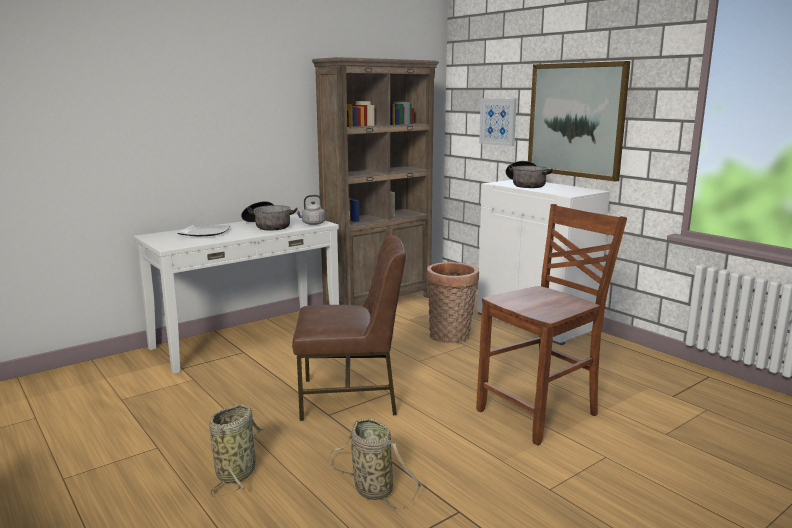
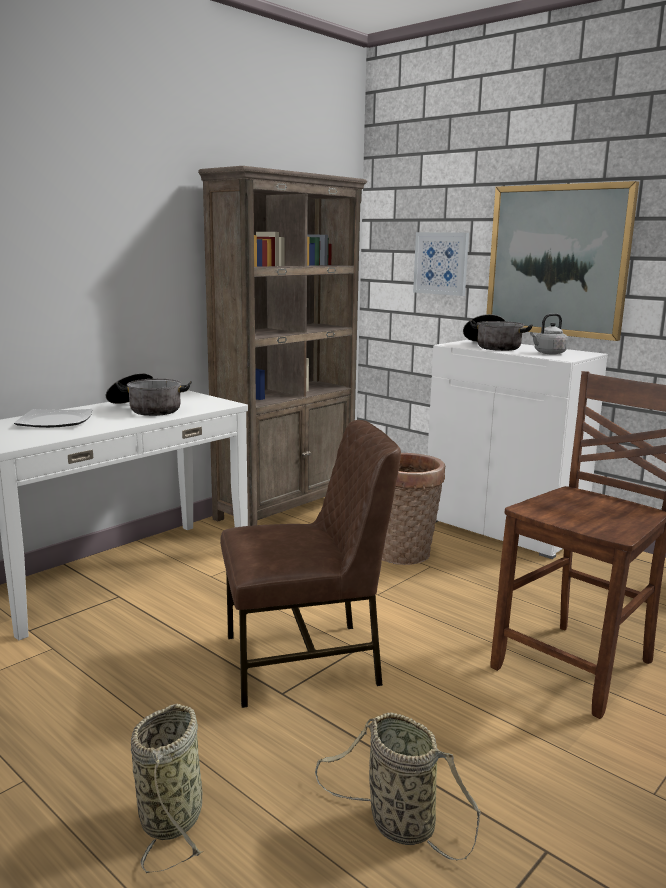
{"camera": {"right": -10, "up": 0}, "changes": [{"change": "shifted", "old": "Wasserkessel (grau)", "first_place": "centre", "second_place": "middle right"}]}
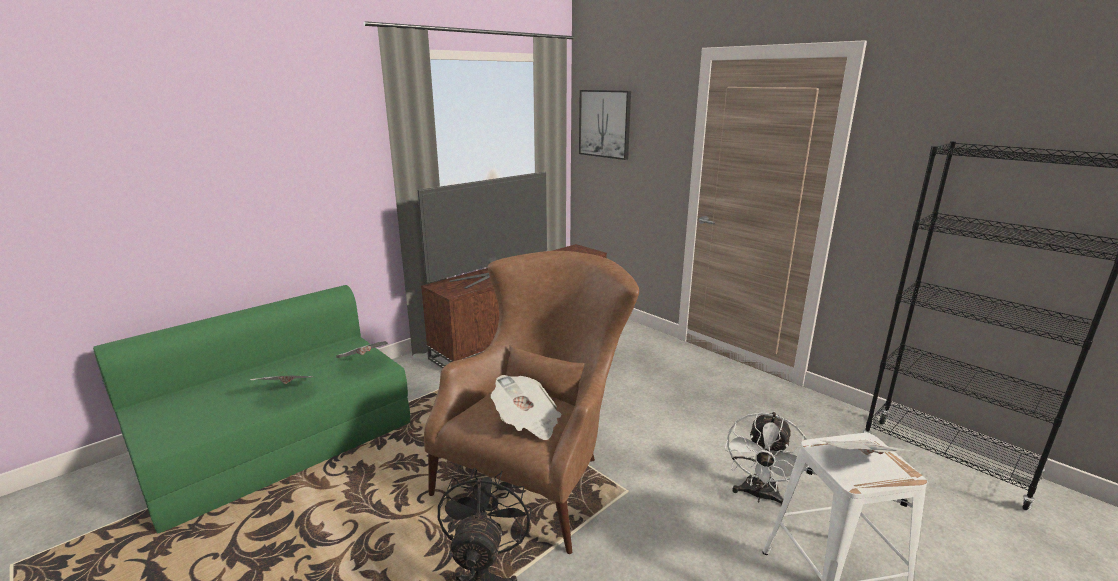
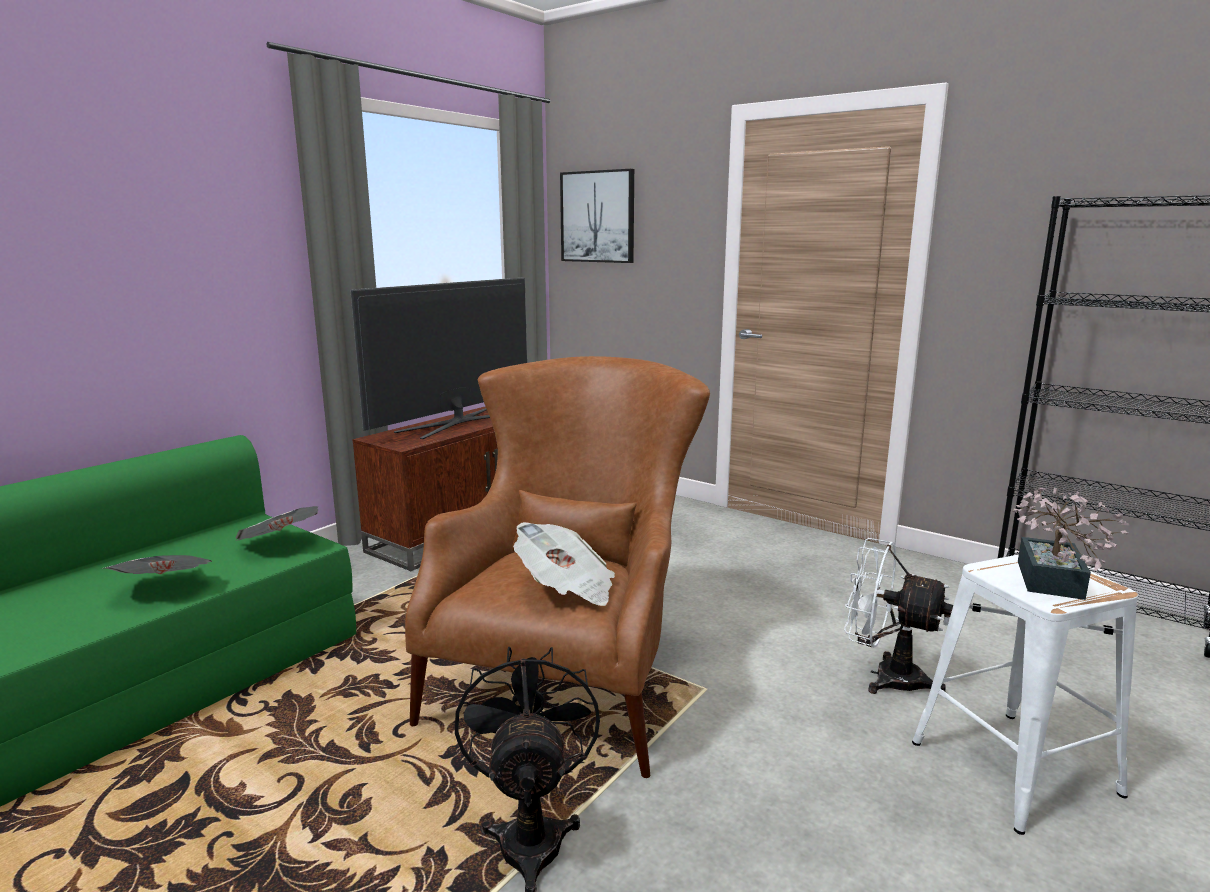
{"camera": {"right": -10, "up": -5}, "changes": [{"change": "rotated", "old": "Ventilator (weiß)", "first_place": "bottom right", "second_place": "bottom right", "degrees": 105}, {"change": "swapped", "old": "Zeitung (no. 4 from left)", "new": "Topfpflanze", "first_place": "bottom right", "second_place": "middle right"}]}
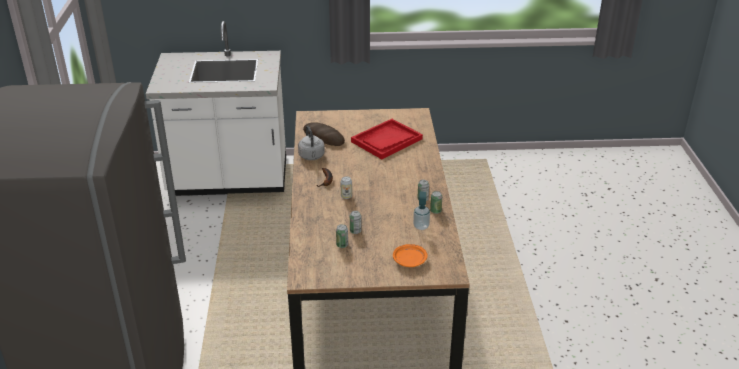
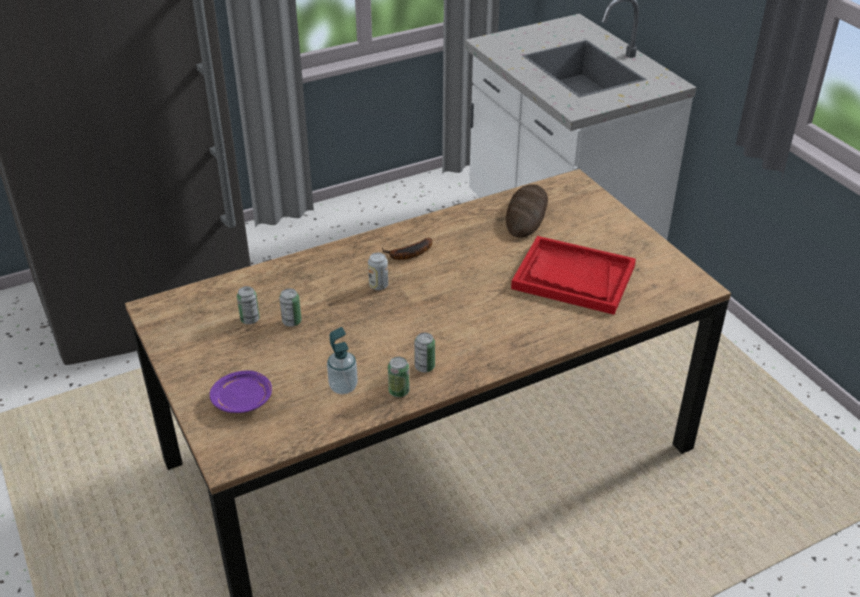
{"camera": {"right": 65, "up": 5}, "changes": [{"change": "gone", "old": "Wasserkessel (grau)", "first_place": "centre"}, {"change": "repainted", "old": "Teller (orange)", "new": "Teller (lila)", "first_place": "bottom centre", "second_place": "middle left"}]}
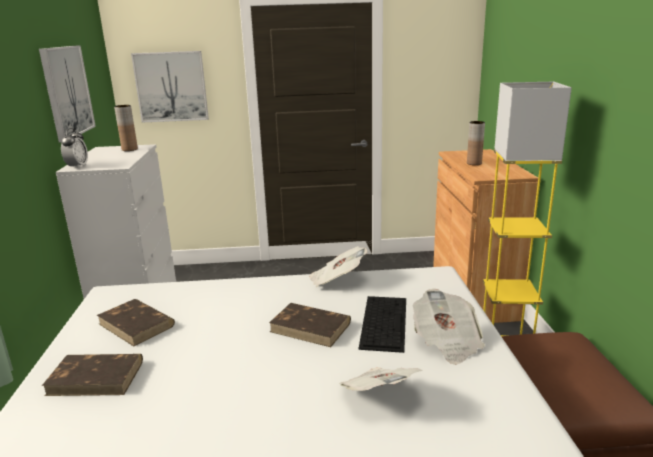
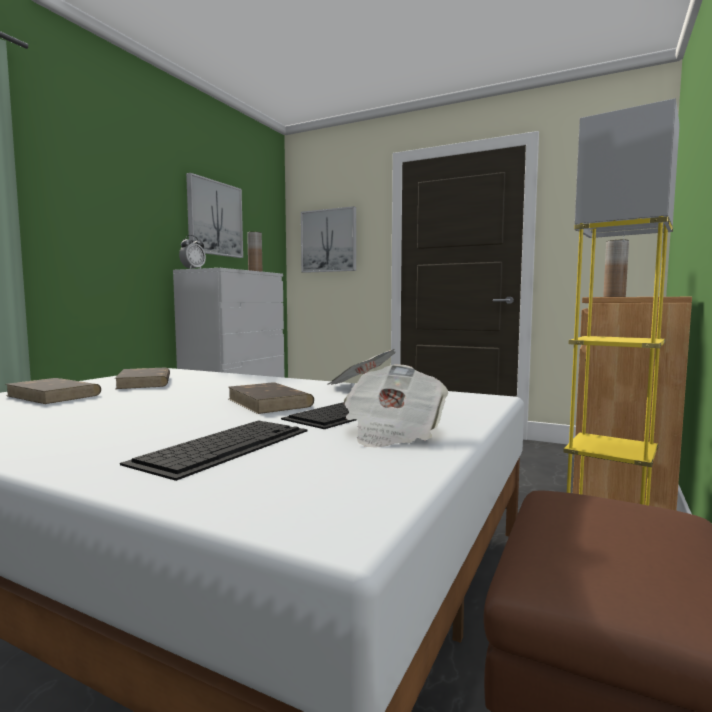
{"camera": {"right": 30, "up": -15}, "changes": [{"change": "swapped", "old": "Zeitung (no. 2 from left)", "new": "Tastatur (no. 1 from left)", "first_place": "bottom centre", "second_place": "middle left"}]}
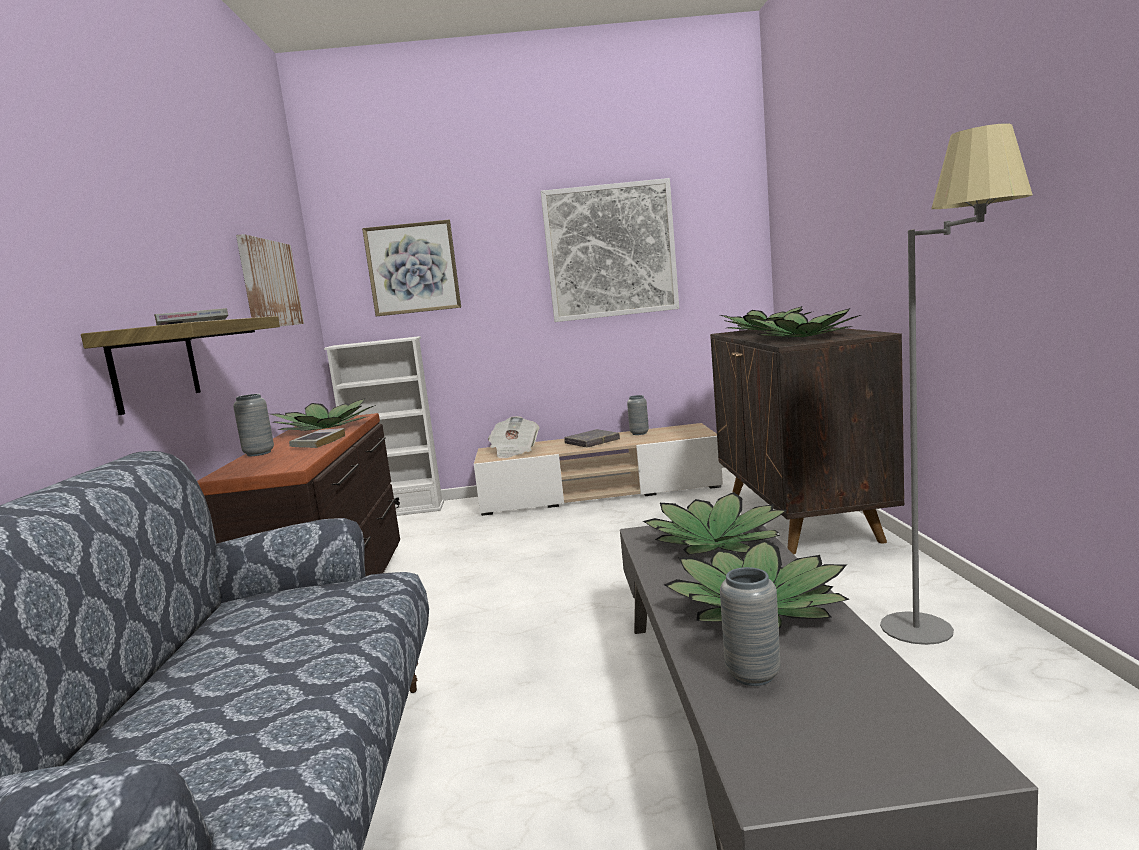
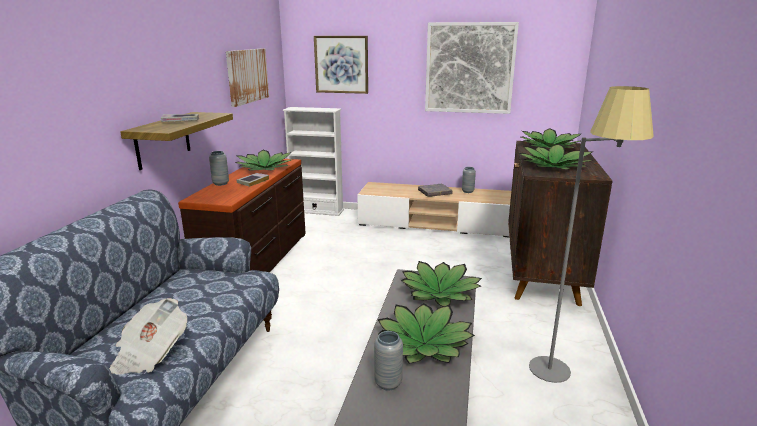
{"camera": {"right": 15, "up": 10}, "changes": [{"change": "shifted", "old": "Zeitung", "first_place": "centre", "second_place": "bottom left"}]}
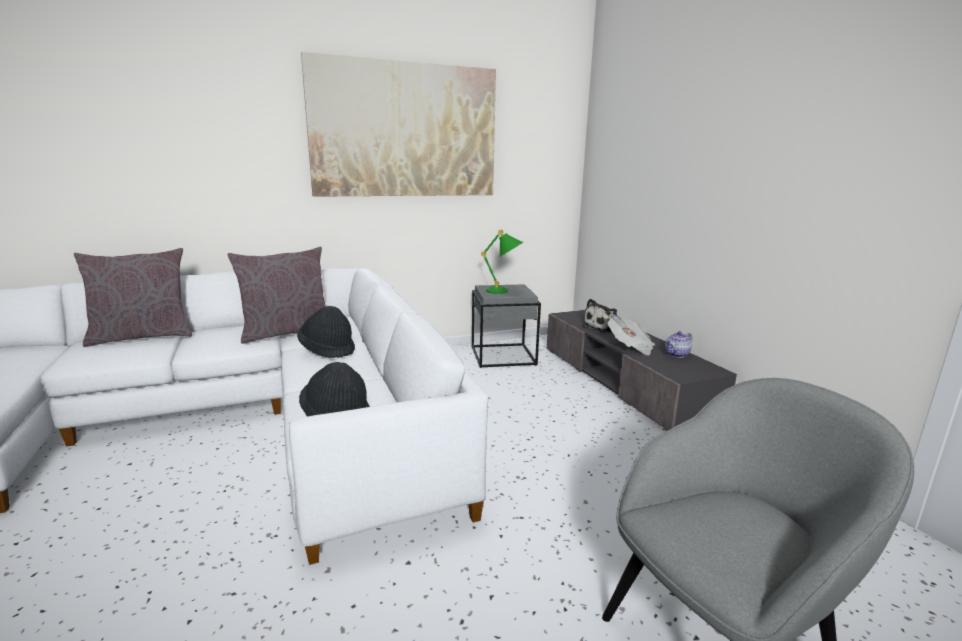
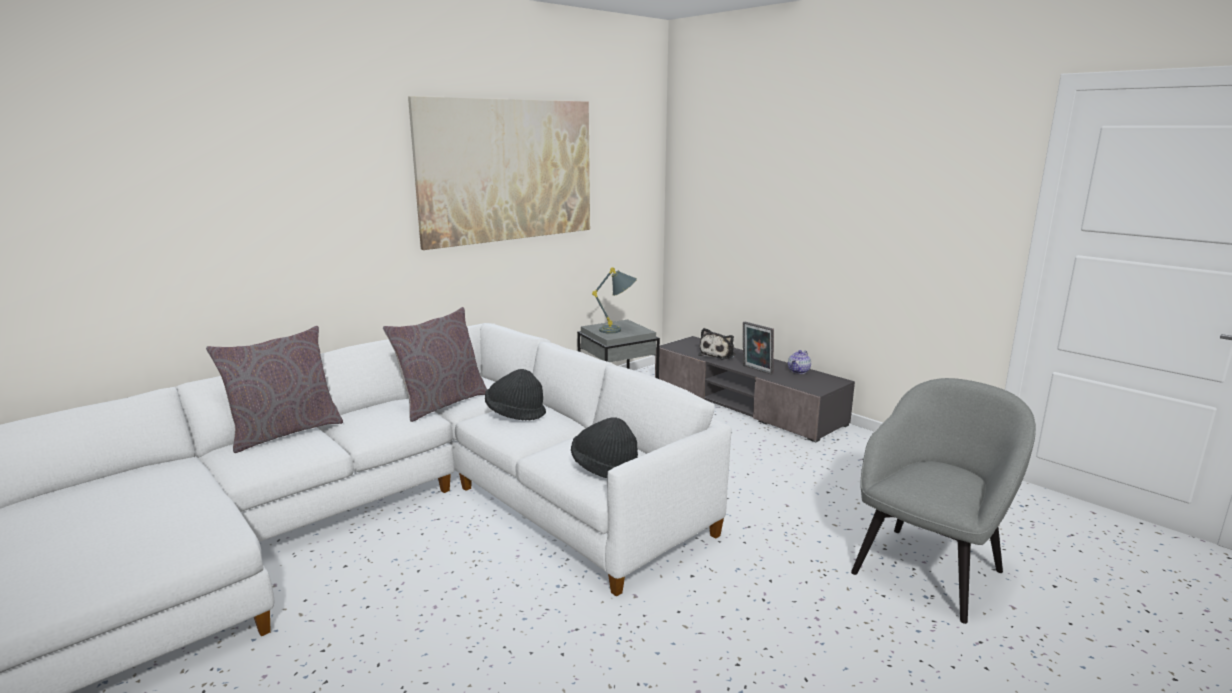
{"camera": {"right": -20, "up": 0}, "changes": [{"change": "repainted", "old": "Tischlampe (grün)", "new": "Tischlampe (grau)", "first_place": "centre", "second_place": "centre"}, {"change": "swapped", "old": "Zeitung", "new": "Bilderrahmen", "first_place": "centre", "second_place": "centre"}]}
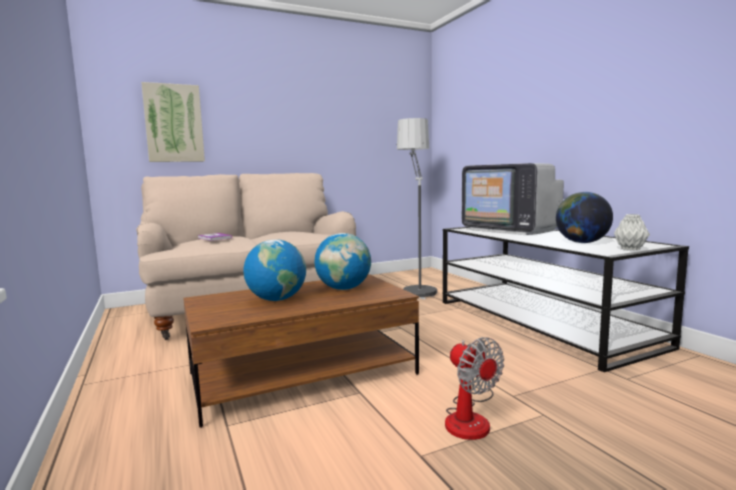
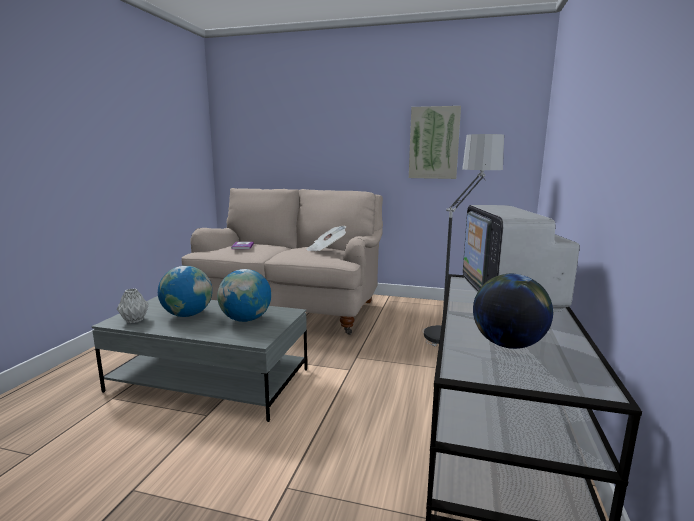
{"camera": {"right": 40, "up": 5}, "changes": [{"change": "shifted", "old": "Bild", "first_place": "top left", "second_place": "top centre"}, {"change": "repainted", "old": "Couchtisch (braun)", "new": "Couchtisch (grau)", "first_place": "bottom centre", "second_place": "bottom left"}, {"change": "gone", "old": "Ventilator", "first_place": "bottom centre"}, {"change": "shifted", "old": "Vase (grau)", "first_place": "middle right", "second_place": "middle left"}, {"change": "new", "new": "Zeitung", "second_place": "centre"}]}
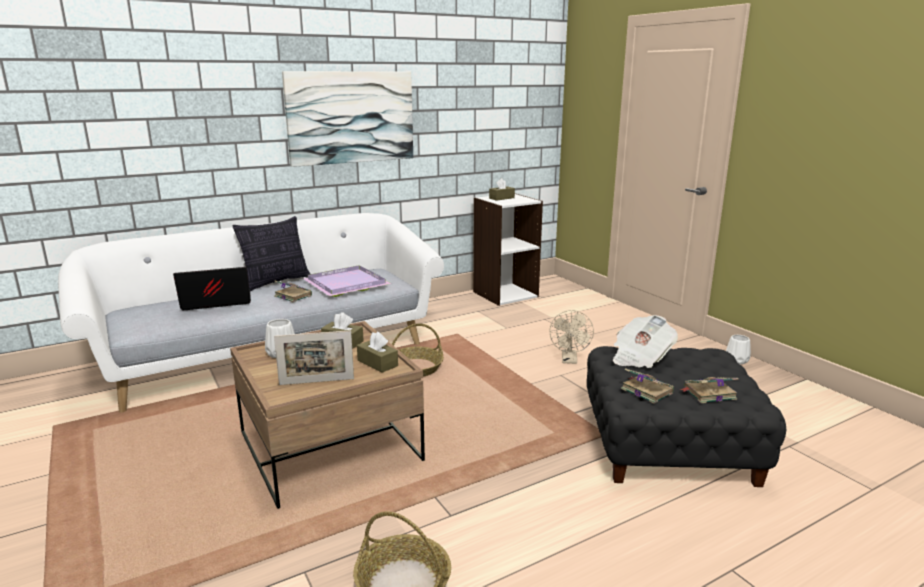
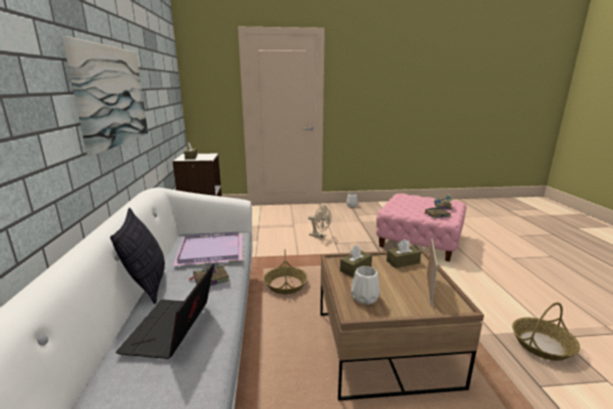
{"camera": {"right": -65, "up": 0}, "changes": [{"change": "repainted", "old": "Polsterhocker (schwarz)", "new": "Polsterhocker (rosa)", "first_place": "bottom right", "second_place": "middle right"}, {"change": "gone", "old": "Zeitung", "first_place": "middle right"}]}
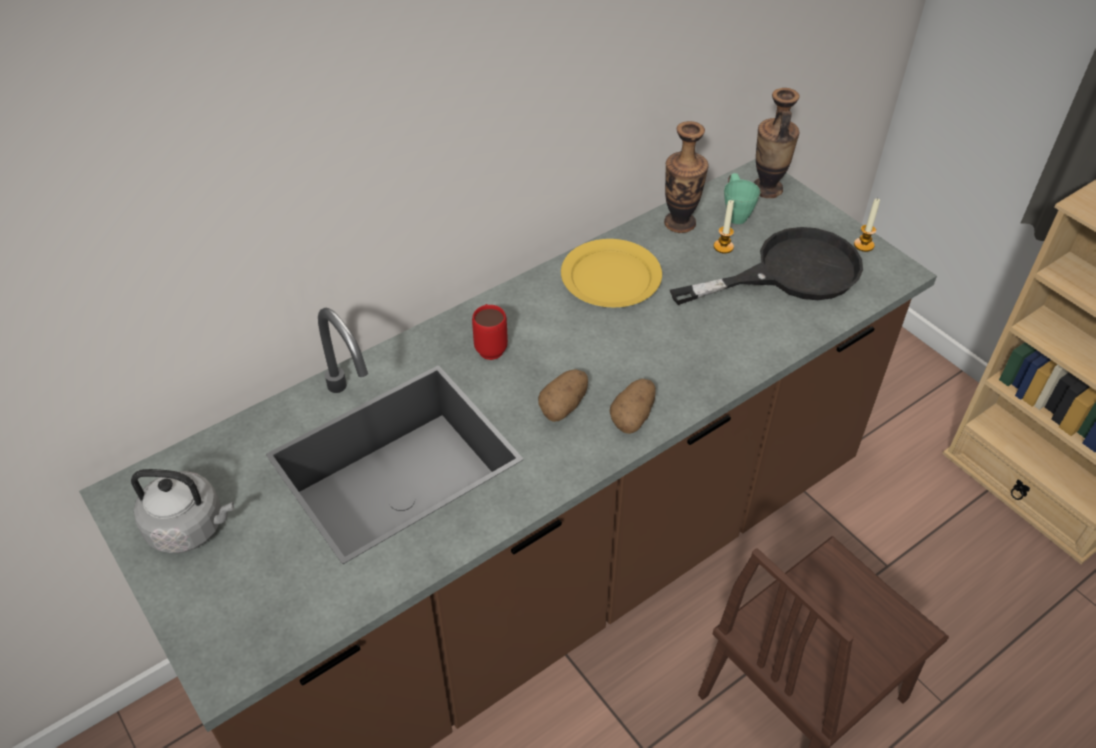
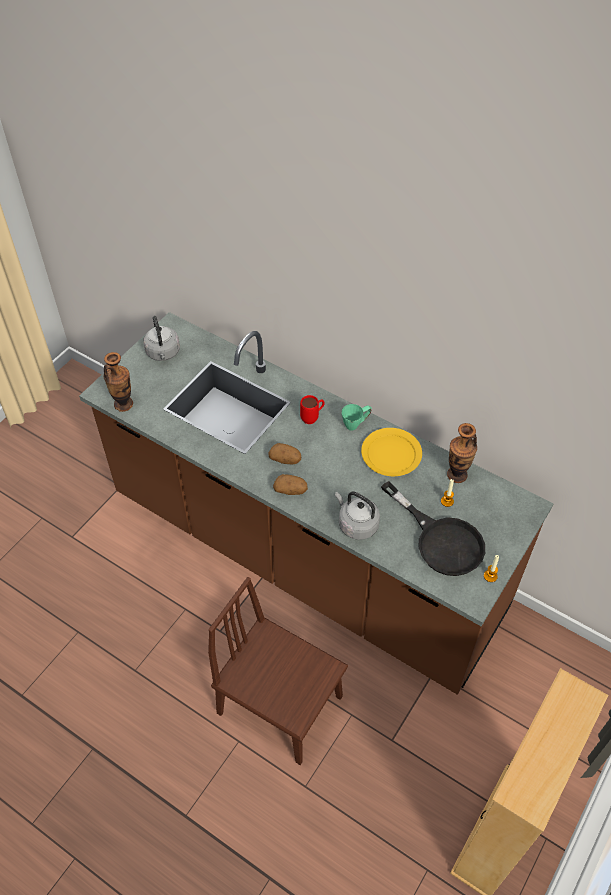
{"camera": {"right": 70, "up": 5}, "changes": [{"change": "shifted", "old": "Henkelbecher (grün)", "first_place": "top right", "second_place": "centre"}, {"change": "shifted", "old": "Vase (no. 2 from left in the first image)", "new": "Vase (no. 1 from left)", "first_place": "top right", "second_place": "middle left"}, {"change": "new", "new": "Wasserkessel (grau) (no. 2 from left)", "second_place": "centre"}]}
